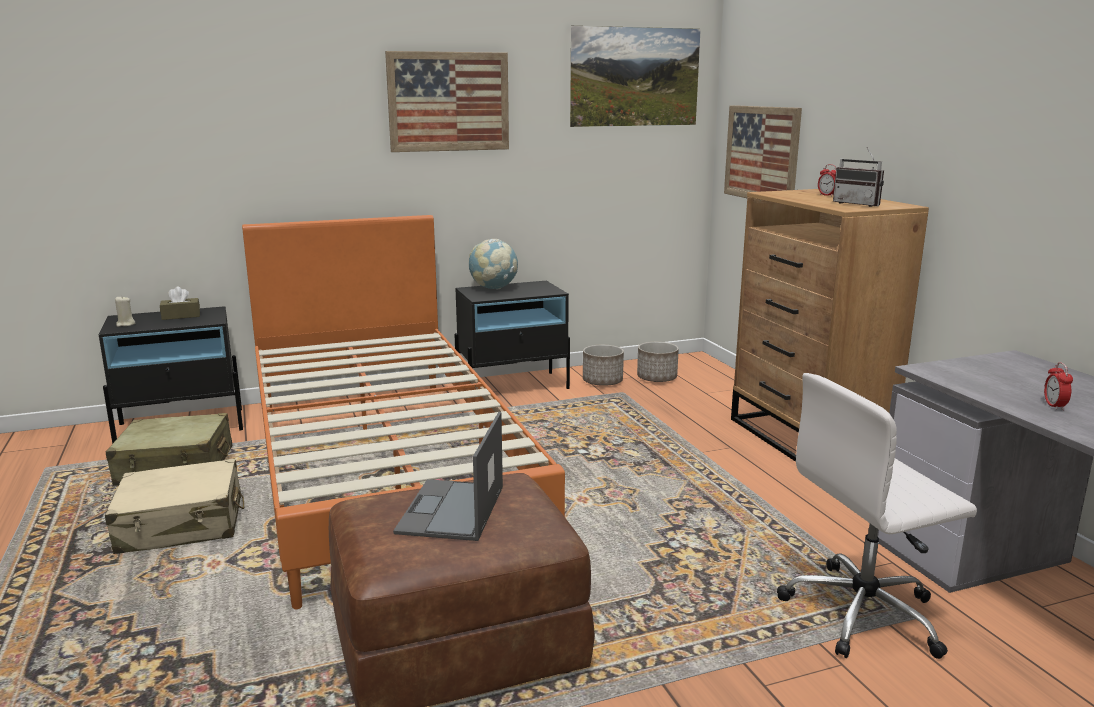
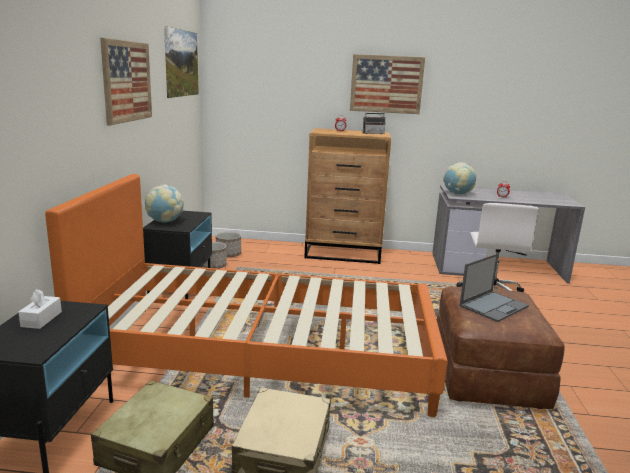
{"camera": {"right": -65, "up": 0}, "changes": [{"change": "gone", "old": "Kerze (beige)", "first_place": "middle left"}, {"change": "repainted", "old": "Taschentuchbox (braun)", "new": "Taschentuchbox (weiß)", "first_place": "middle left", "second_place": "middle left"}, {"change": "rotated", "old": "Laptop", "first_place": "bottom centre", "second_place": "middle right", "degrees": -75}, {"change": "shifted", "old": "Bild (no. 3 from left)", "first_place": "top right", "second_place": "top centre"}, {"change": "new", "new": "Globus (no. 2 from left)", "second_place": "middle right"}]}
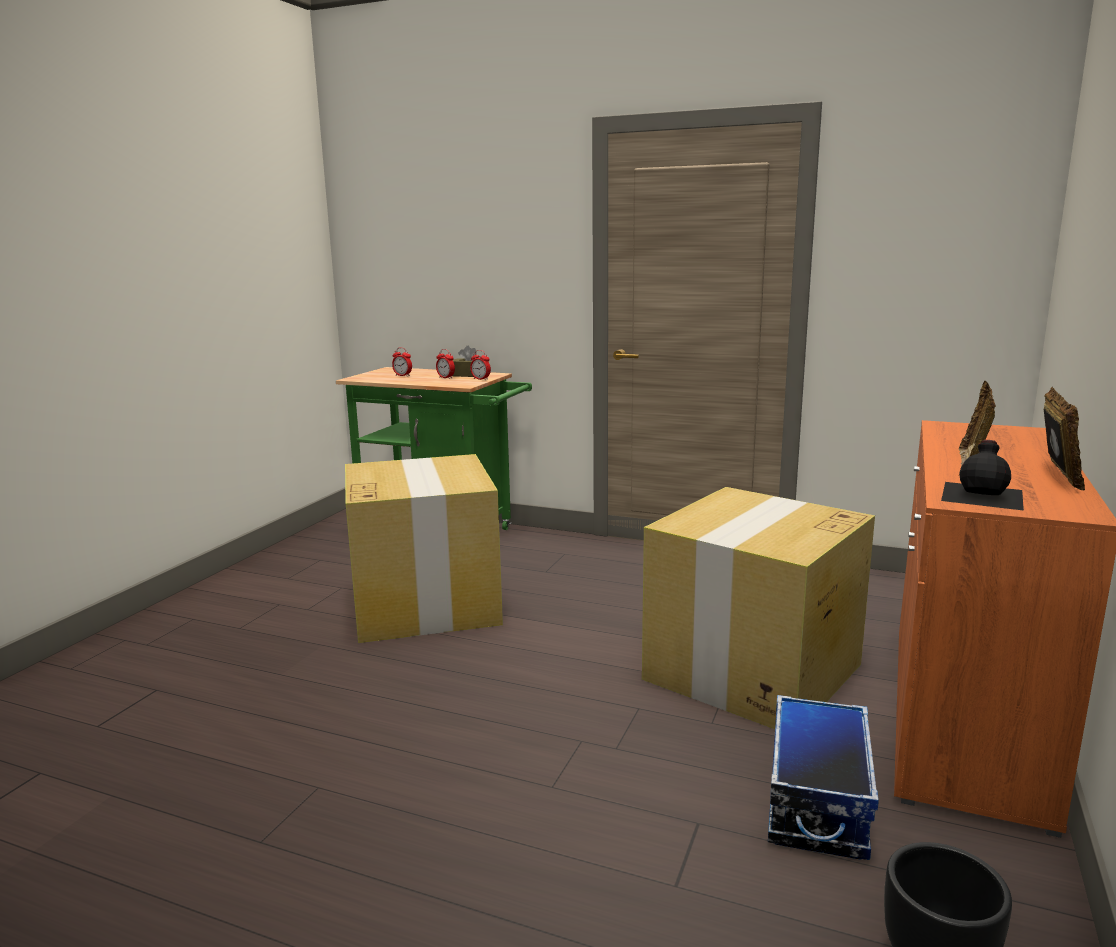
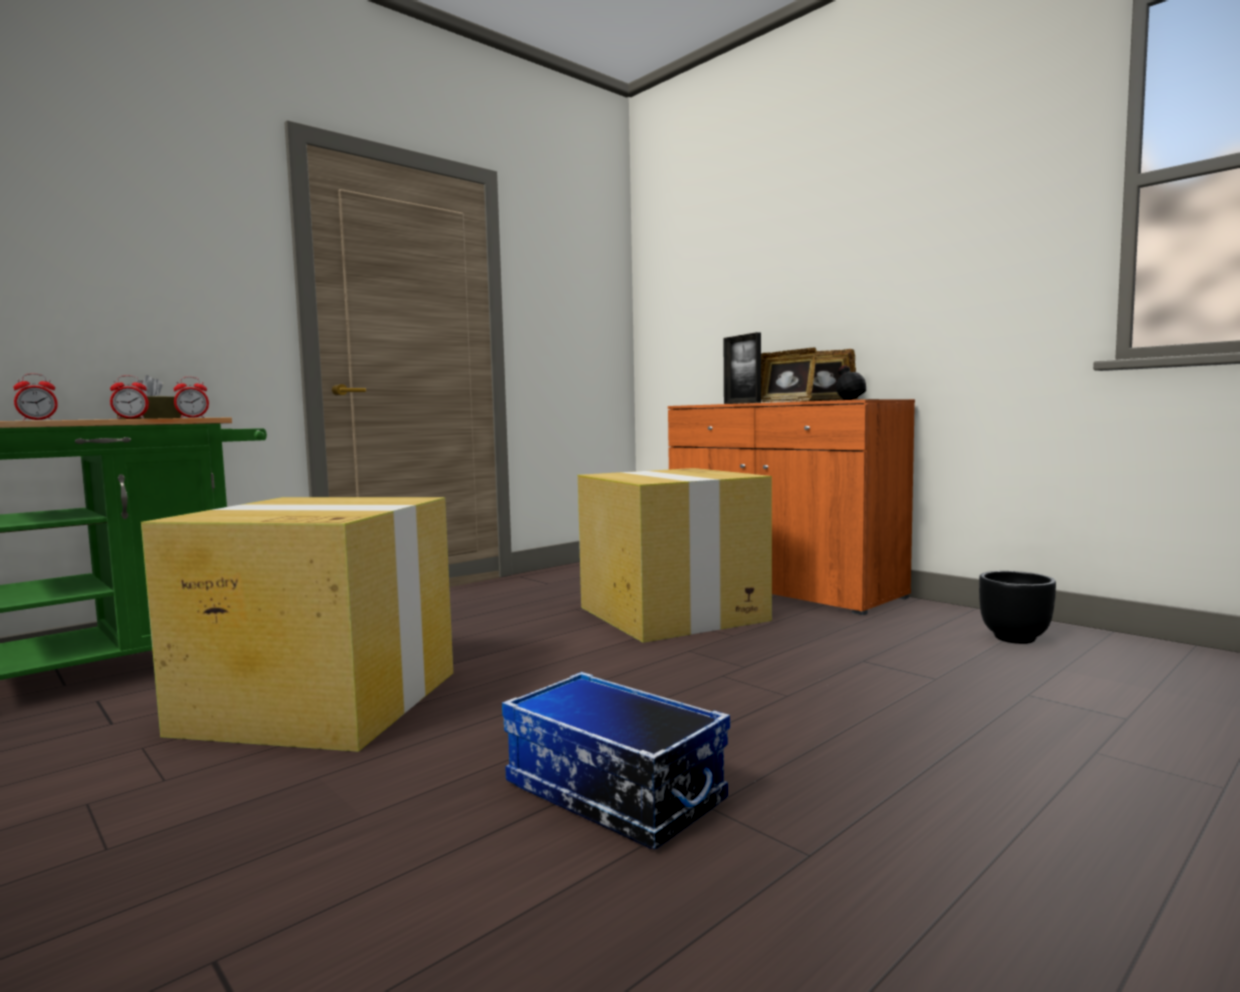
{"camera": {"right": -65, "up": -10}, "changes": [{"change": "shifted", "old": "Aufbewahrungsbox", "first_place": "bottom right", "second_place": "bottom centre"}, {"change": "new", "new": "Bilderrahmen (no. 1 from left)", "second_place": "centre"}]}
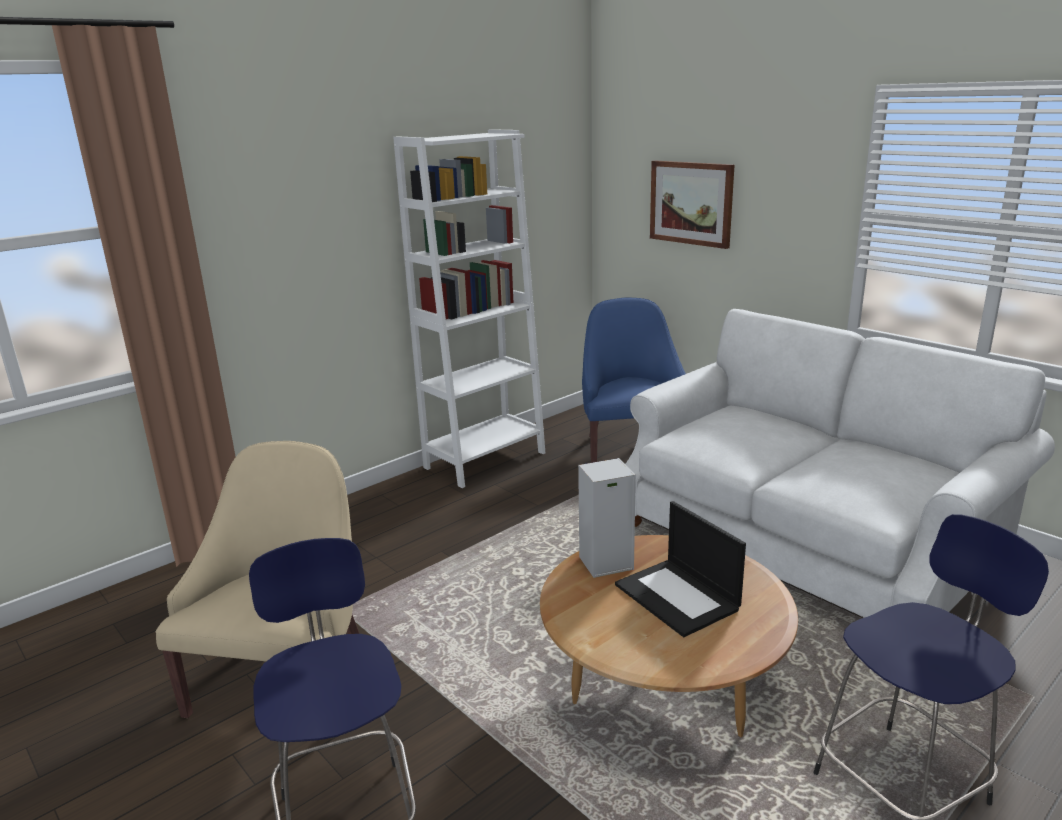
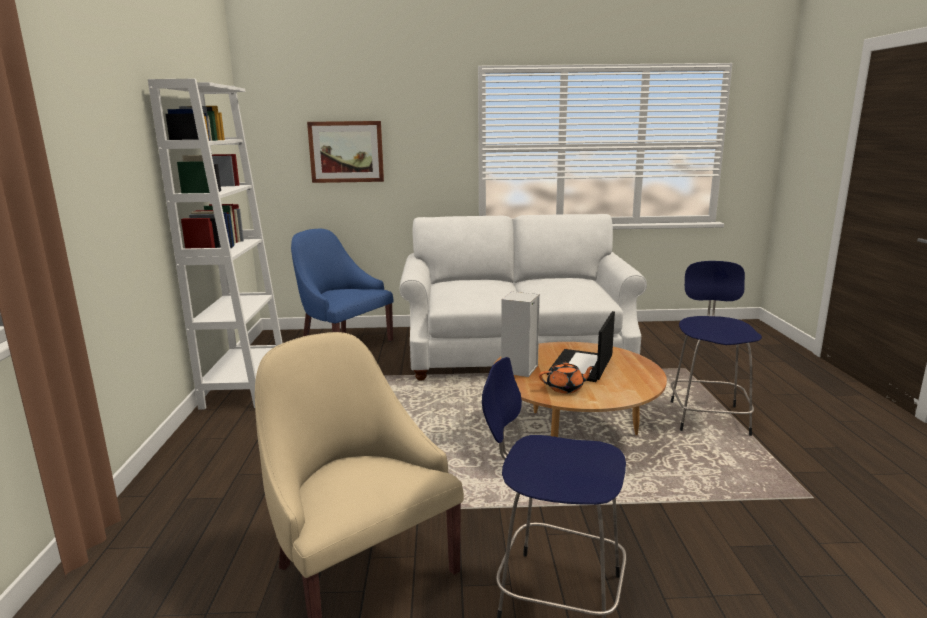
{"camera": {"right": -50, "up": -5}, "changes": [{"change": "rotated", "old": "Laptop", "first_place": "bottom centre", "second_place": "centre", "degrees": 105}, {"change": "new", "new": "Teekanne (orange)", "second_place": "centre"}]}
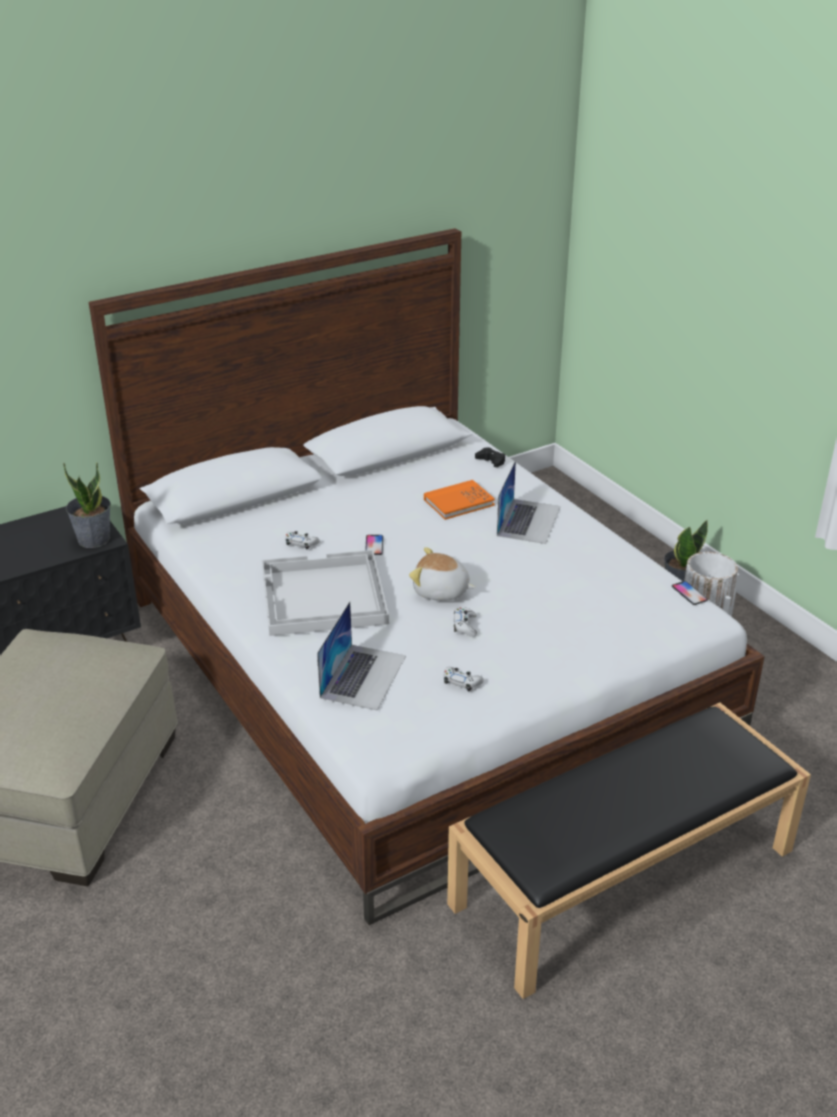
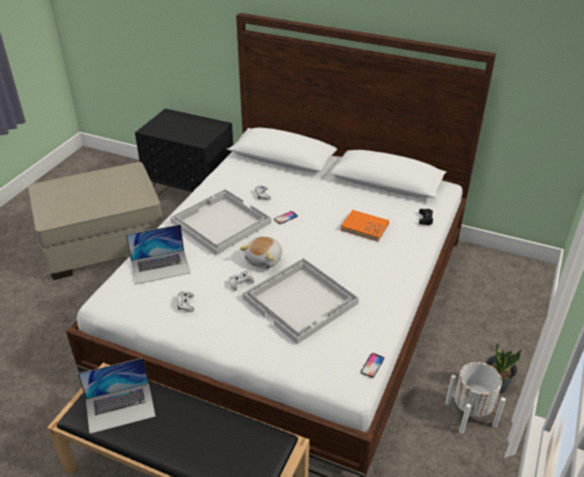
{"camera": {"right": 55, "up": 5}, "changes": [{"change": "gone", "old": "Topfpflanze (no. 1 from left)", "first_place": "middle left"}, {"change": "rotated", "old": "Plüschtier", "first_place": "centre", "second_place": "centre", "degrees": -135}, {"change": "shifted", "old": "Laptop (no. 2 from left in the first image)", "new": "Laptop (no. 1 from left)", "first_place": "centre", "second_place": "bottom left"}, {"change": "new", "new": "Tablett (weiß) (no. 2 from left)", "second_place": "centre"}]}
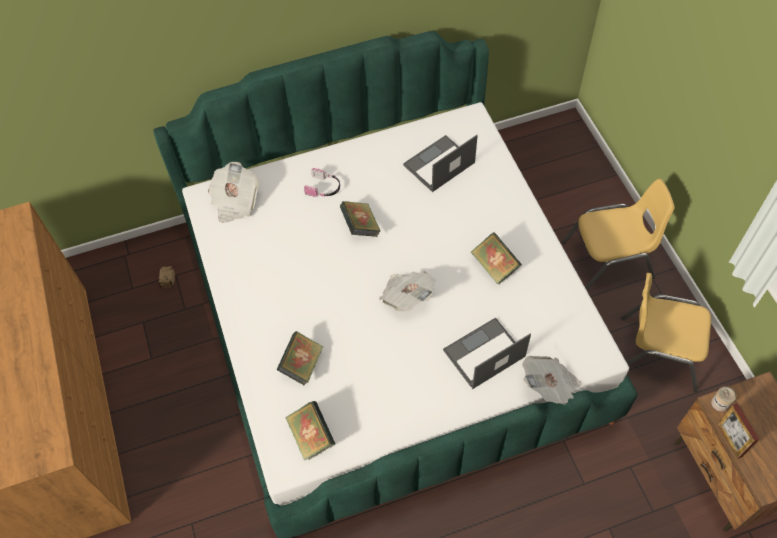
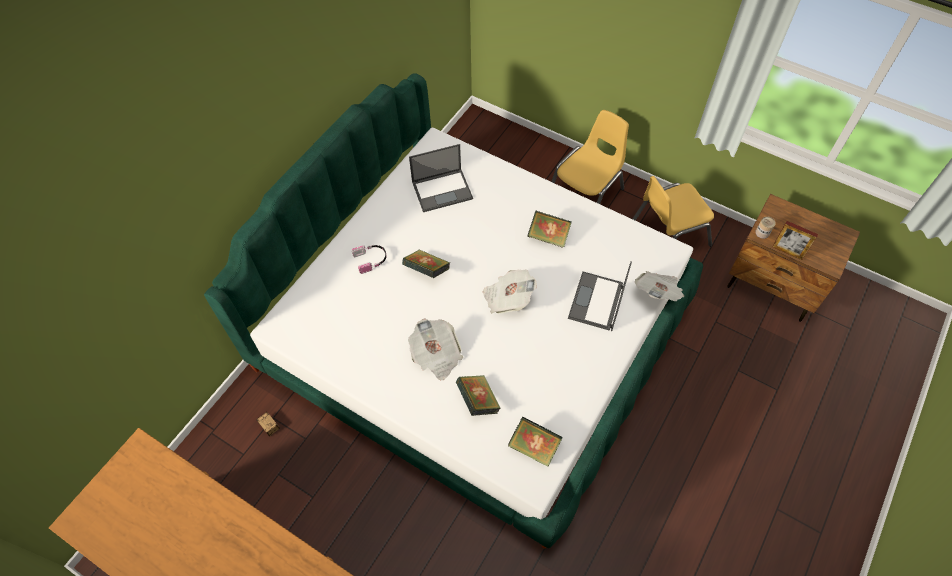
{"camera": {"right": -40, "up": 0}, "changes": [{"change": "shifted", "old": "Zeitung (no. 1 from left)", "first_place": "middle left", "second_place": "centre"}, {"change": "rotated", "old": "Laptop (no. 1 from left)", "first_place": "top centre", "second_place": "top centre", "degrees": -120}]}
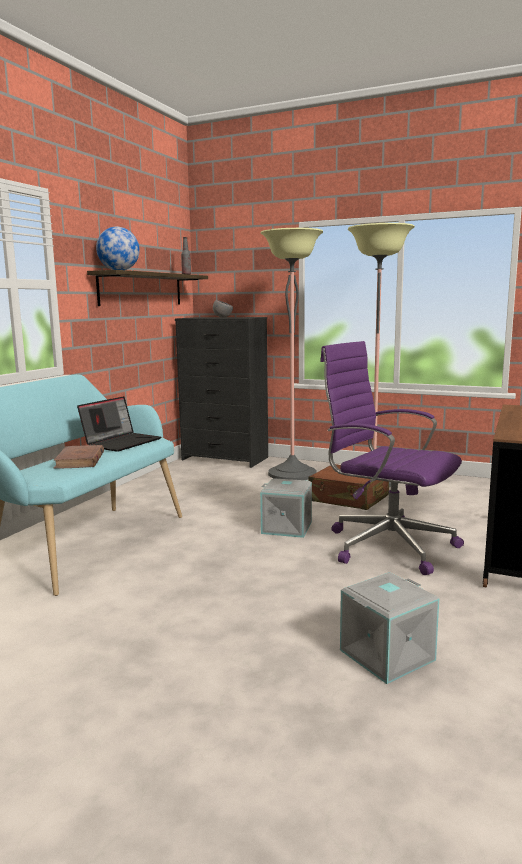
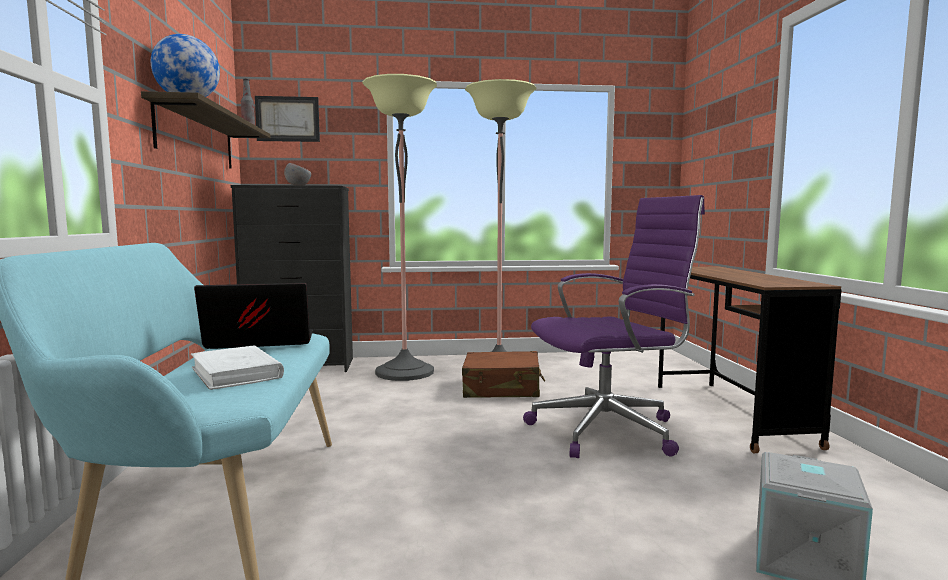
{"camera": {"right": -30, "up": -5}, "changes": [{"change": "repainted", "old": "Buch (braun)", "new": "Buch (weiß)", "first_place": "middle left", "second_place": "middle left"}, {"change": "rotated", "old": "Laptop", "first_place": "middle left", "second_place": "middle left", "degrees": -105}, {"change": "gone", "old": "Aufbewahrungsbox (grau) (no. 1 from left)", "first_place": "centre"}, {"change": "rotated", "old": "Bürostuhl (lila)", "first_place": "middle right", "second_place": "centre", "degrees": 150}, {"change": "new", "new": "Bild", "second_place": "top left"}]}
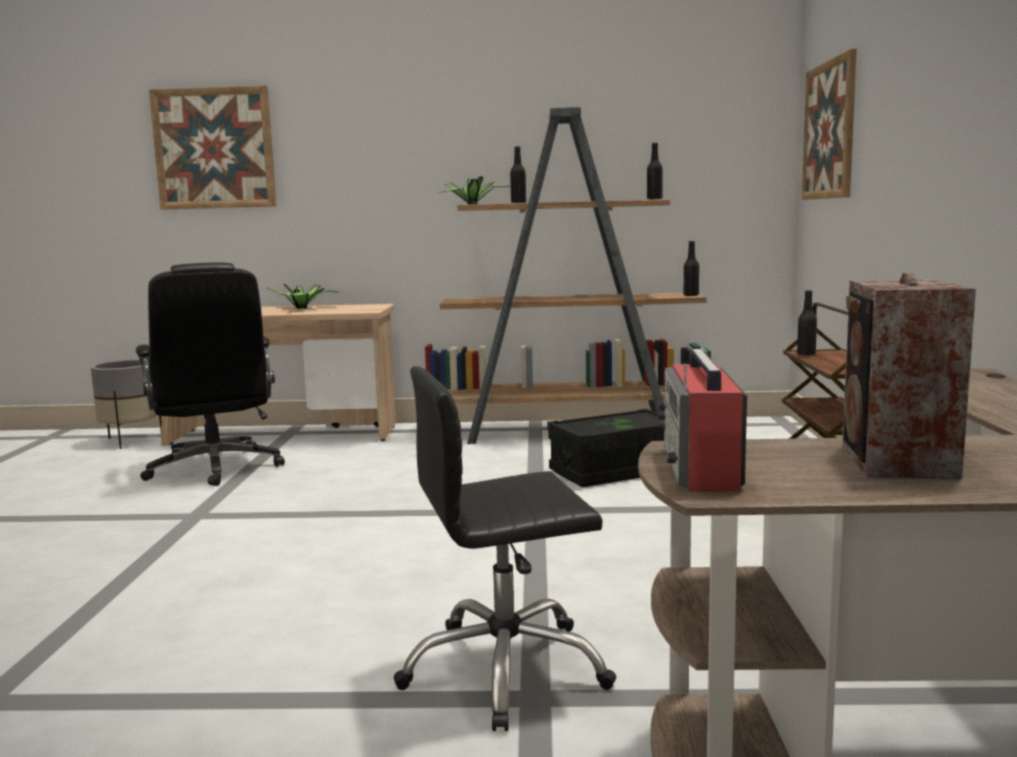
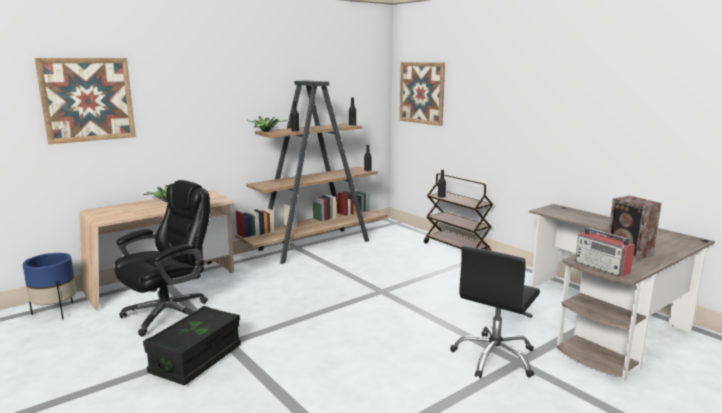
{"camera": {"right": -40, "up": 5}, "changes": [{"change": "repainted", "old": "Pflanzkübel (grau)", "new": "Pflanzkübel (blau)", "first_place": "middle left", "second_place": "bottom left"}, {"change": "rotated", "old": "Bürostuhl (schwarz) (no. 1 from left)", "first_place": "middle left", "second_place": "middle left", "degrees": -75}, {"change": "shifted", "old": "Aufbewahrungsbox (schwarz)", "first_place": "centre", "second_place": "bottom left"}]}
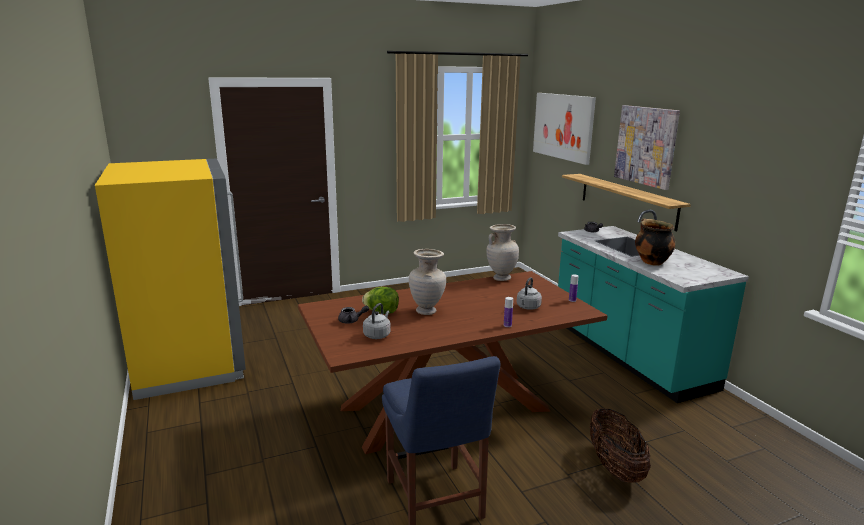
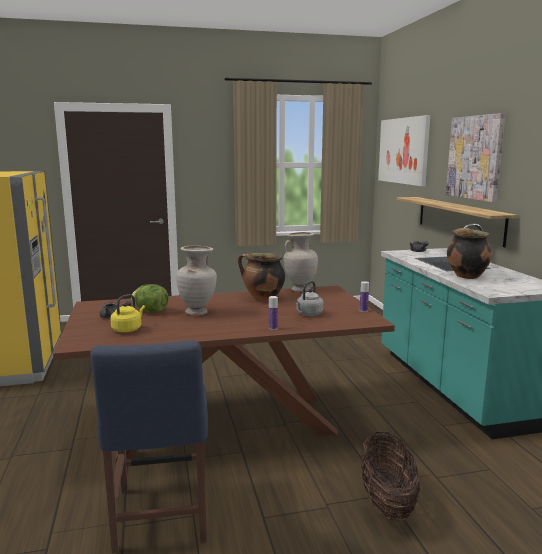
{"camera": {"right": 10, "up": -5}, "changes": [{"change": "repainted", "old": "Wasserkessel (grau) (no. 1 from left)", "new": "Wasserkessel (gelb)", "first_place": "centre", "second_place": "middle left"}, {"change": "new", "new": "Kochtopf (no. 1 from left)", "second_place": "centre"}]}
